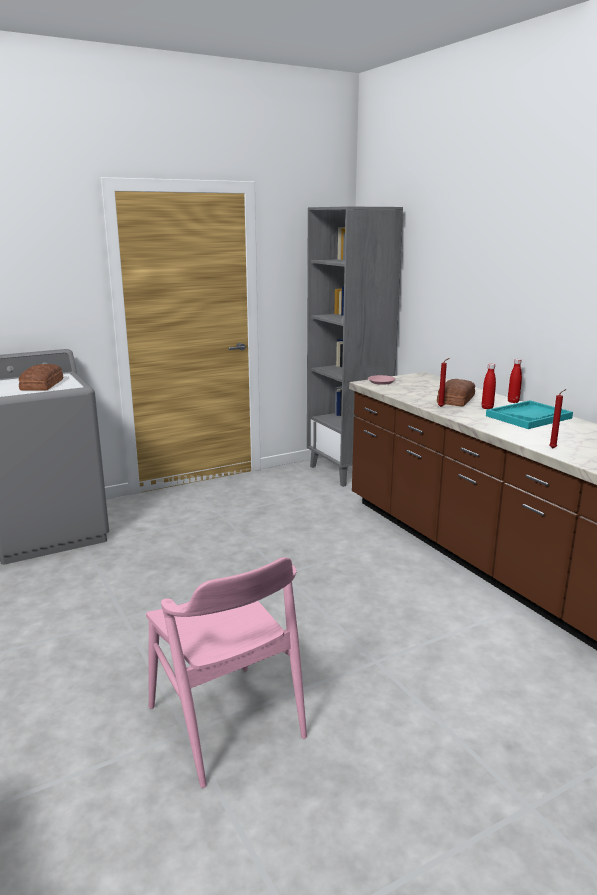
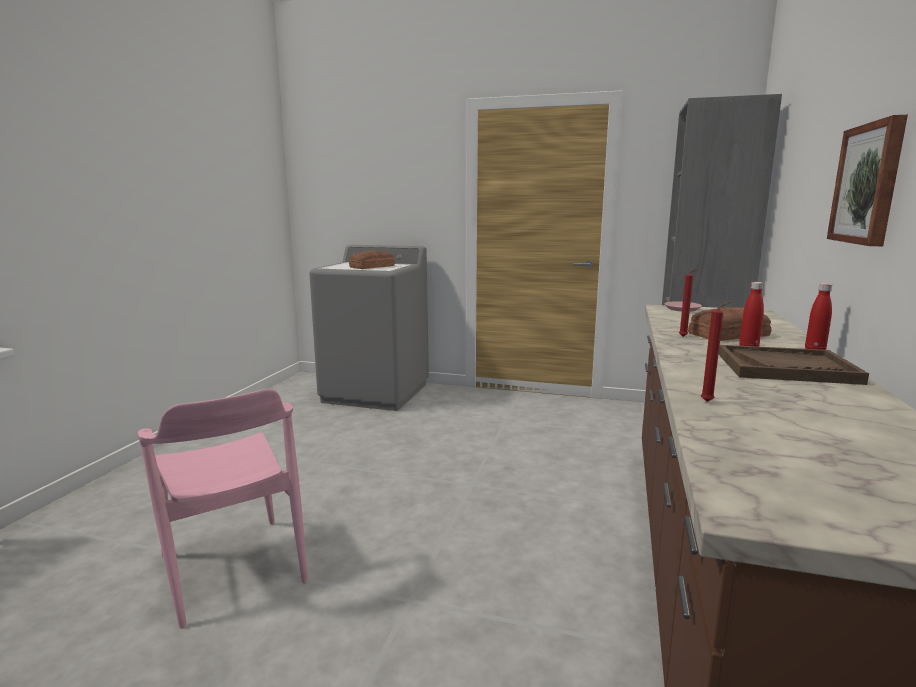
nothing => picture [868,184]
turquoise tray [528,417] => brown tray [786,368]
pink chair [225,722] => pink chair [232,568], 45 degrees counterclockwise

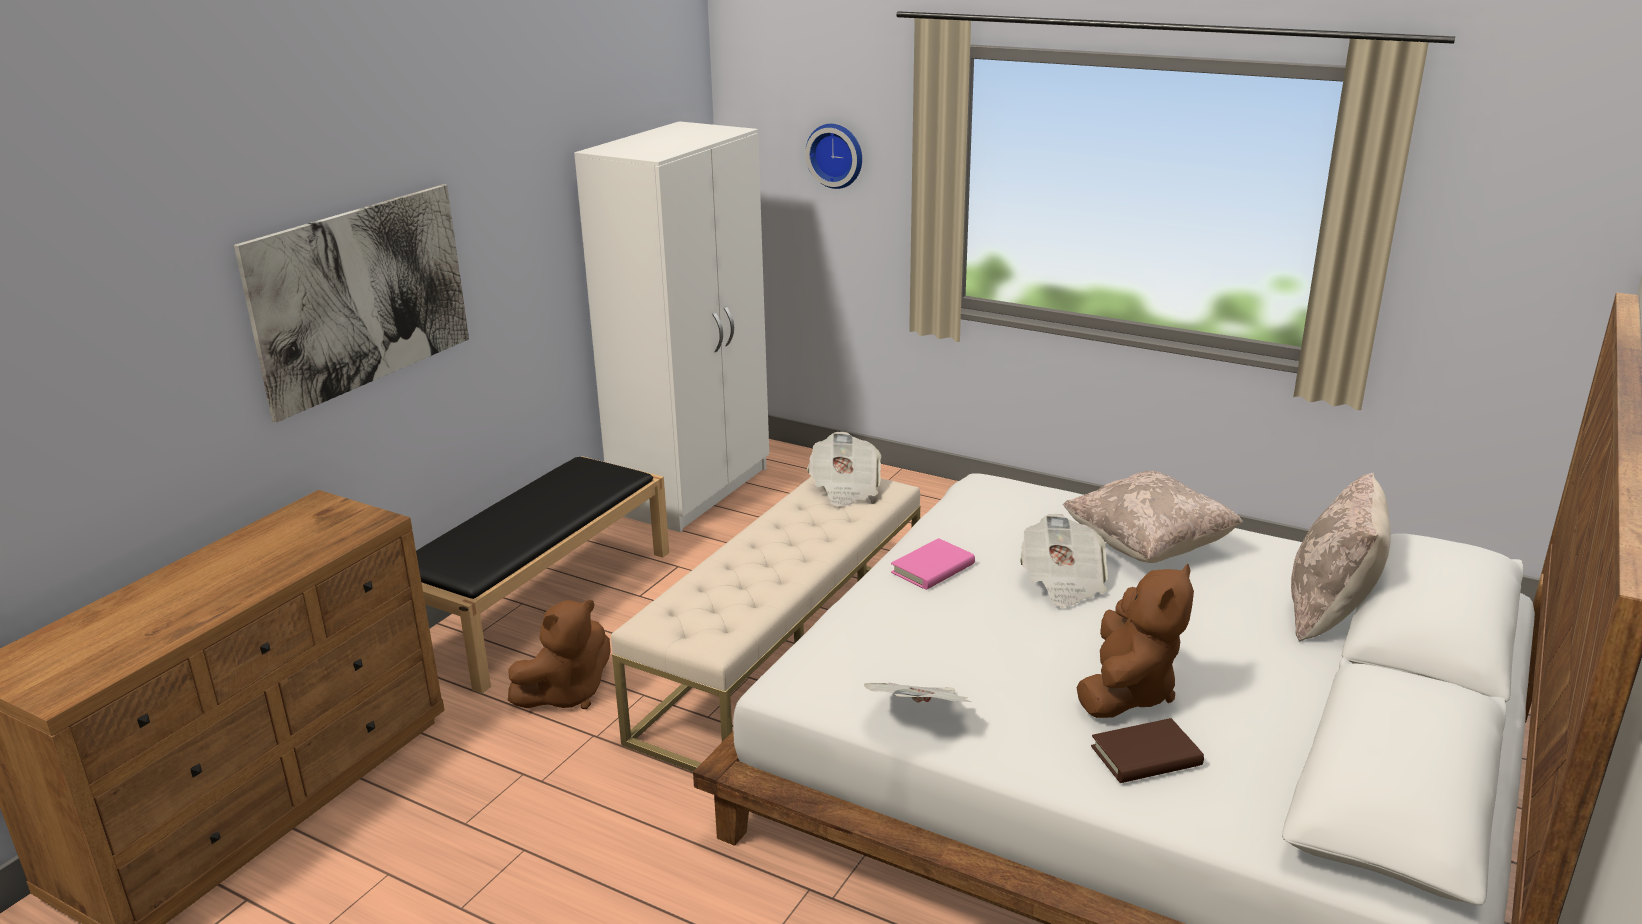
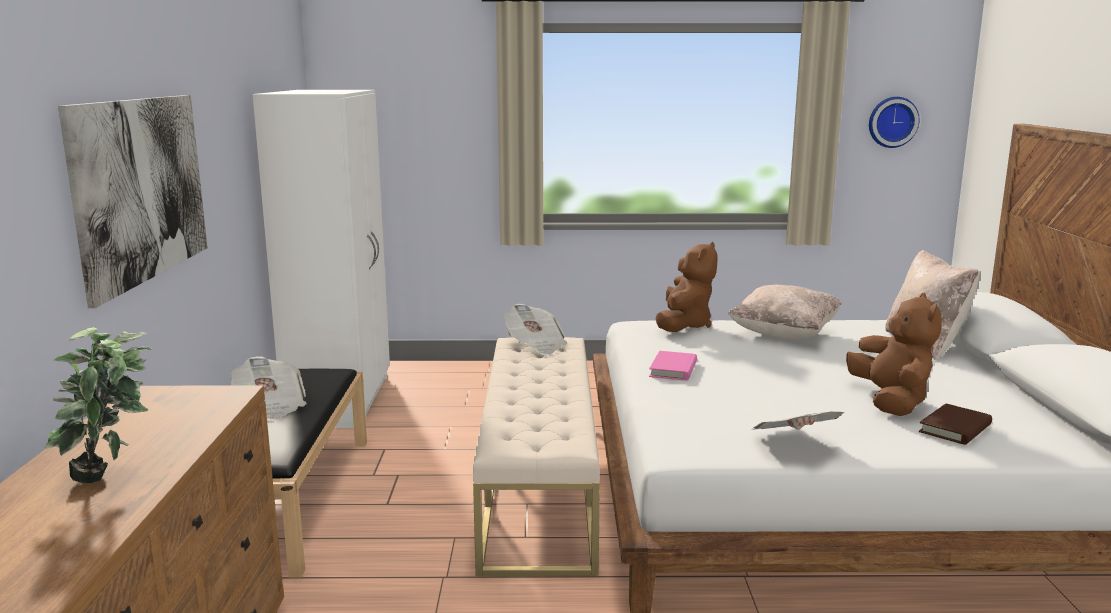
nothing => potted plant [111,478]
brown plush toy [566,694] => brown plush toy [684,325], shifted
wall clock [836,155] => wall clock [892,122], shifted
newspaper [1062,582] => newspaper [270,407], shifted

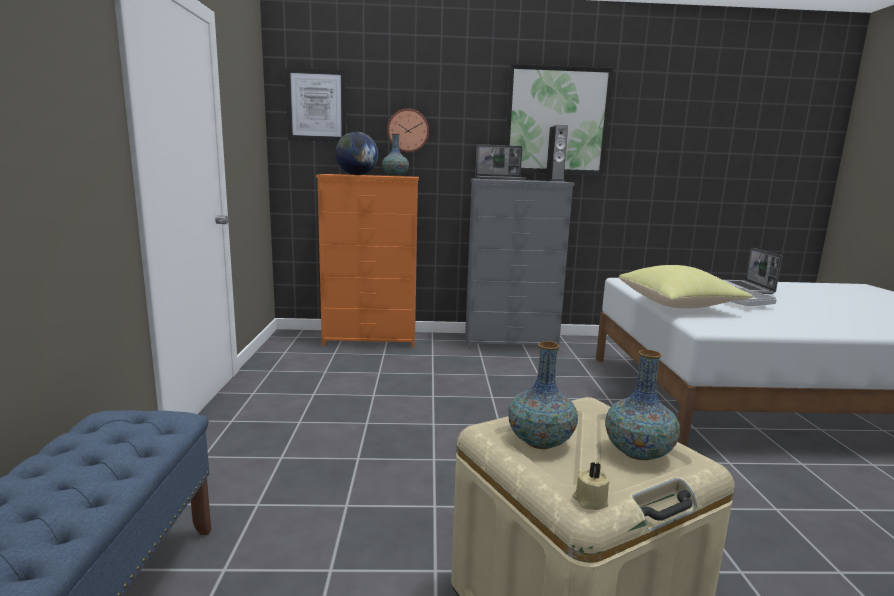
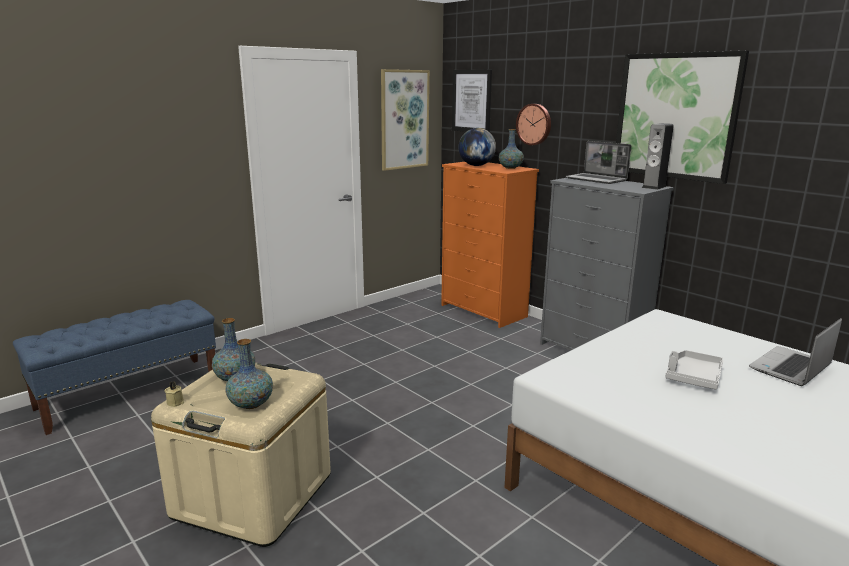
yellow pillow [679,306] => nothing
nothing => picture [404,119]

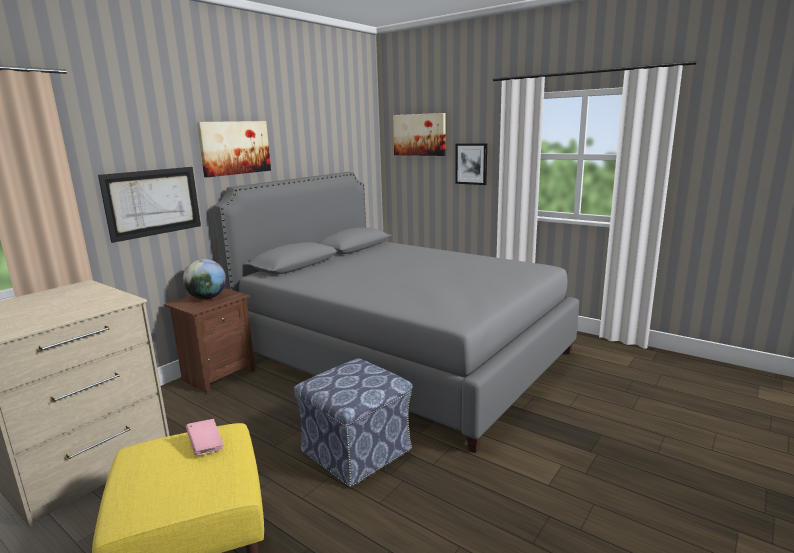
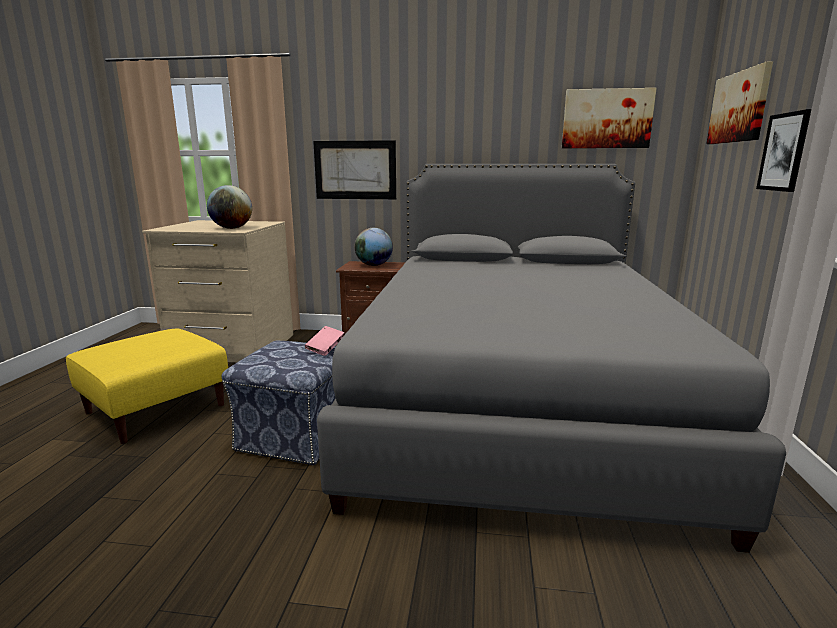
nothing => globe [232,228]
pink book [206,445] => pink book [325,349], shifted
picture [234,147] => picture [607,119], shifted

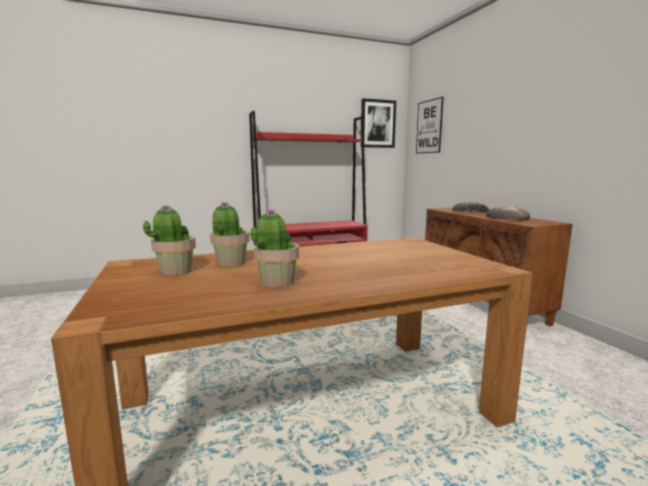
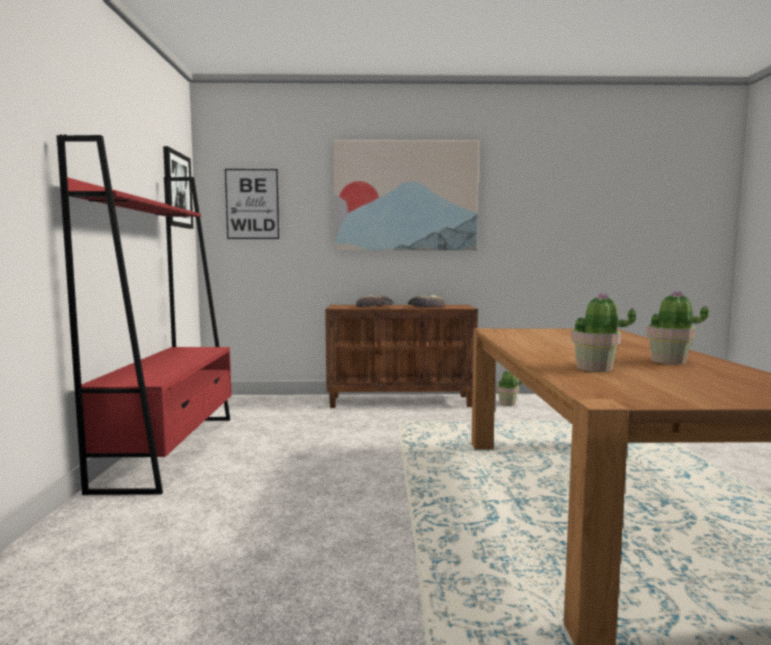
nothing => picture [405,196]
potted plant [175,271] => potted plant [507,403], shifted

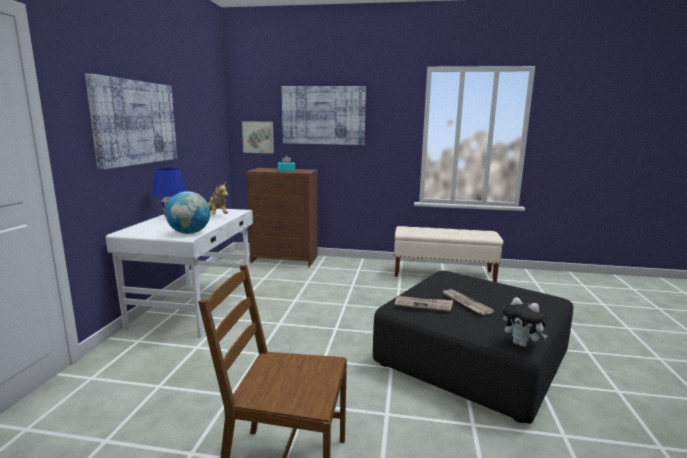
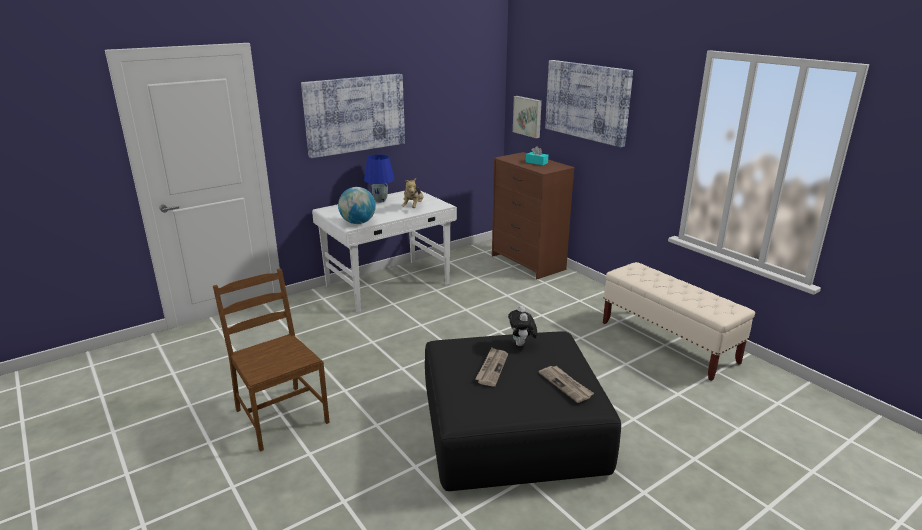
newspaper [423,305] => newspaper [566,385], shifted
plush toy [521,344] => plush toy [522,345], shifted

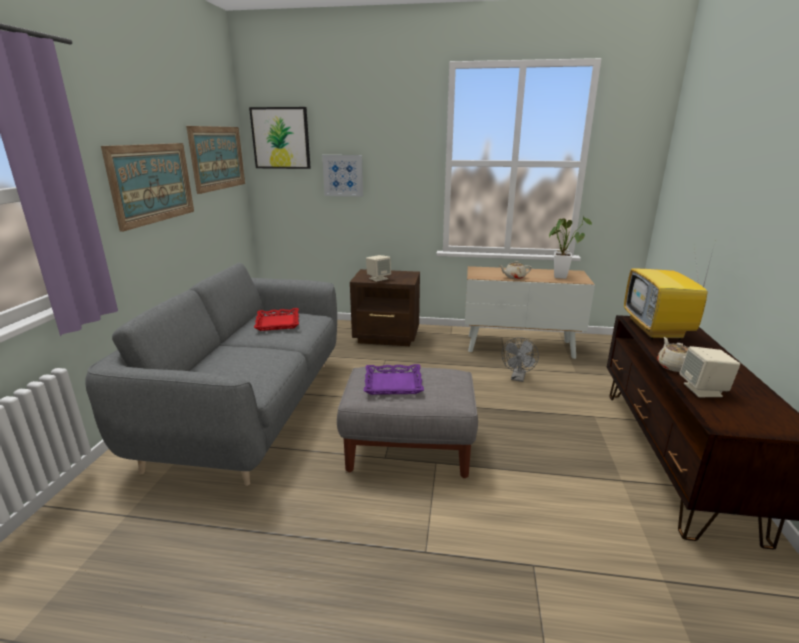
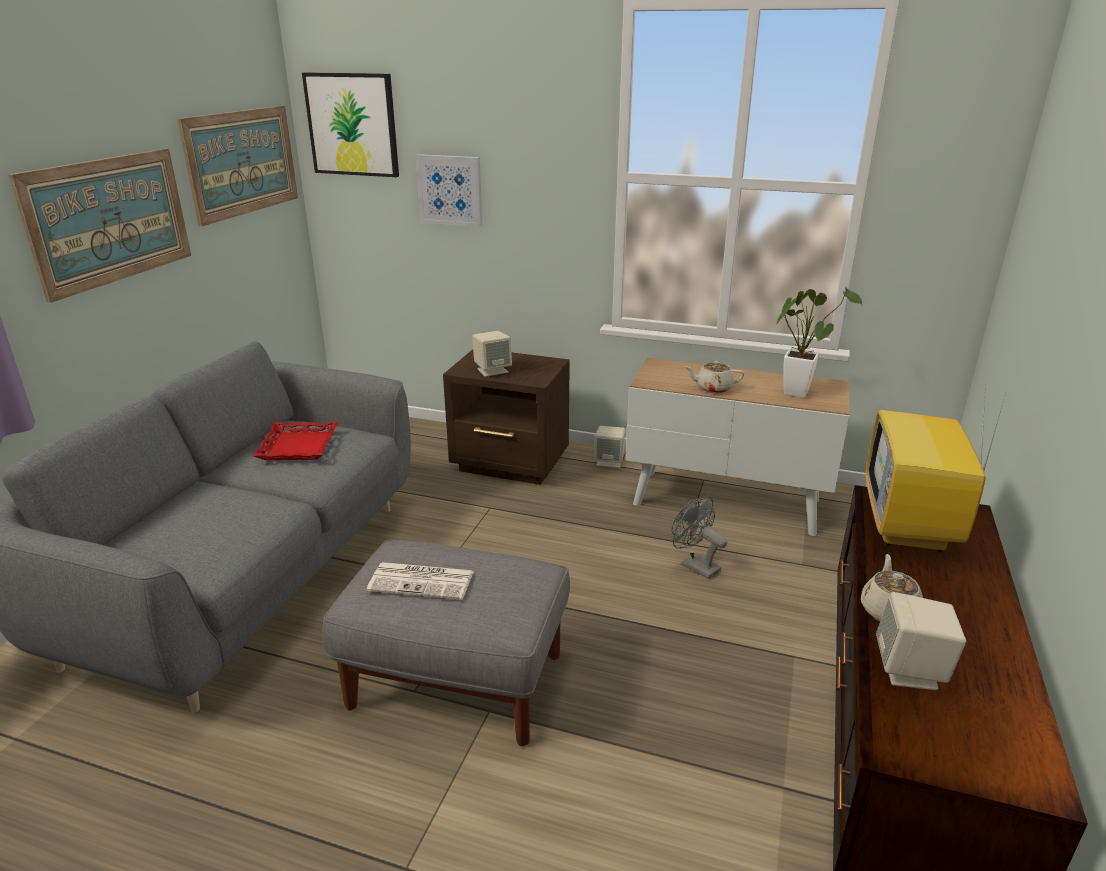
nothing => beige speaker [609,461]
purple tray [393,383] => newspaper [423,581]
grey fan [518,378] => grey fan [695,565], 105 degrees clockwise

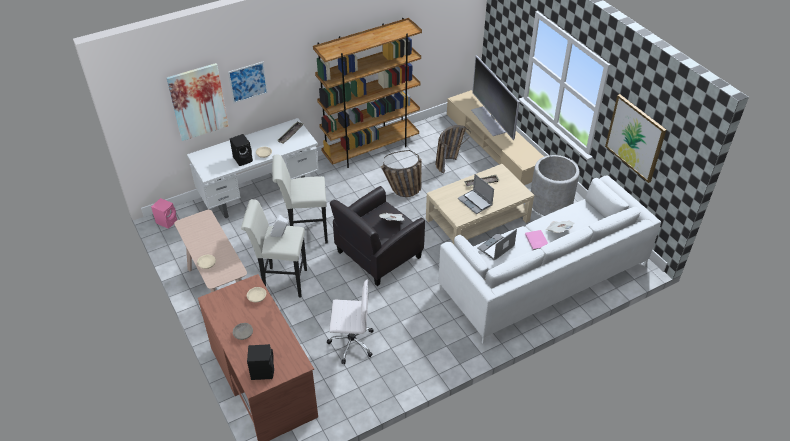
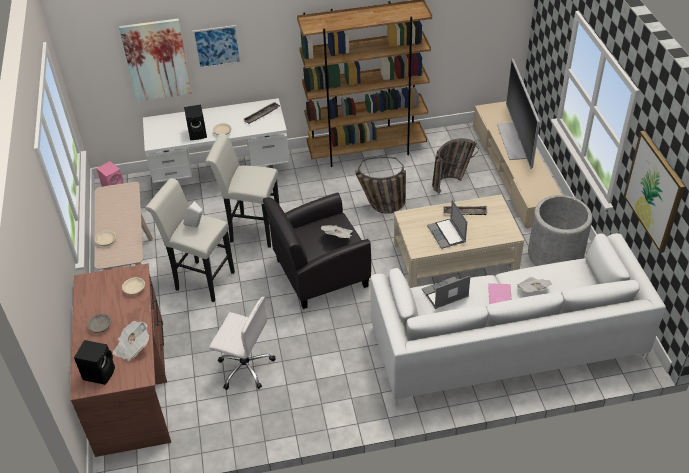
nothing => newspaper [132,347]

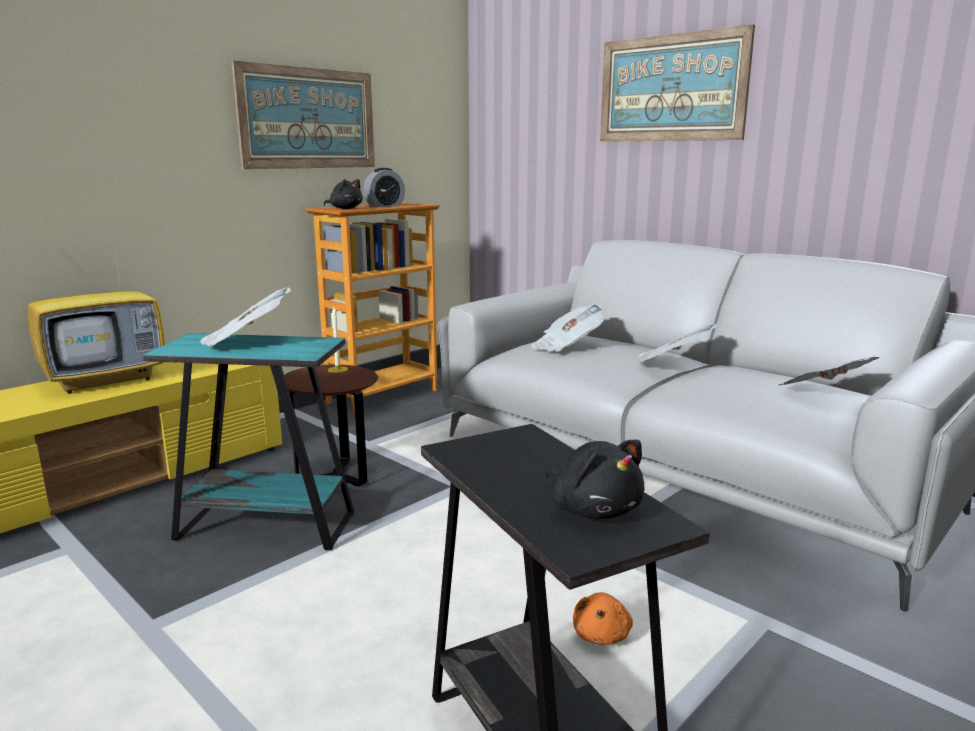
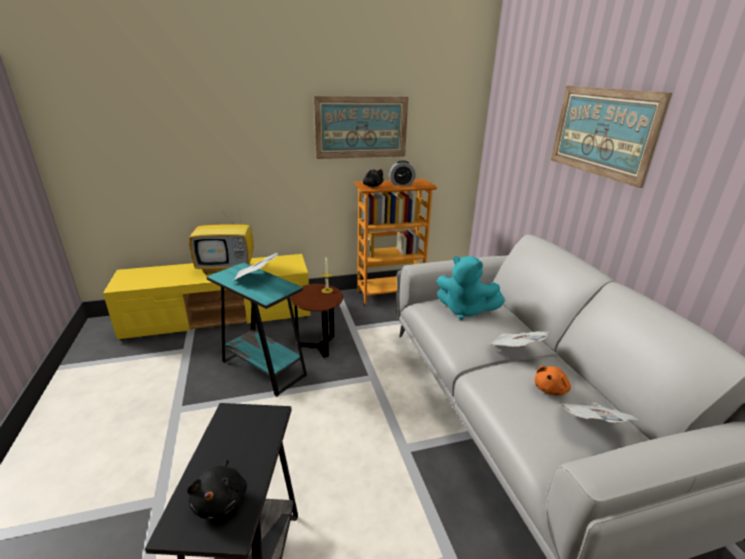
orange plush toy [601,635] => orange plush toy [551,389], shifted
newspaper [567,347] => turquoise plush toy [464,310]

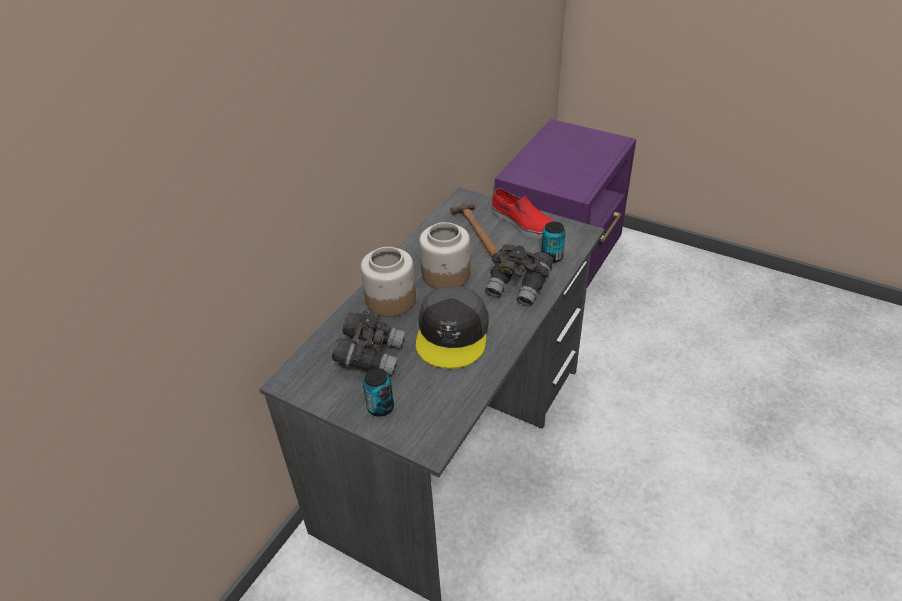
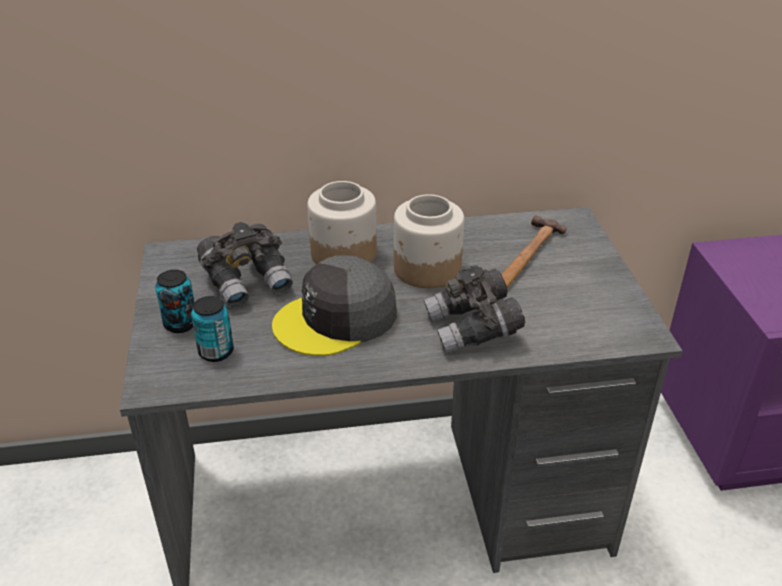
red shoe [523,223] => nothing
can [552,257] => can [216,352], shifted

